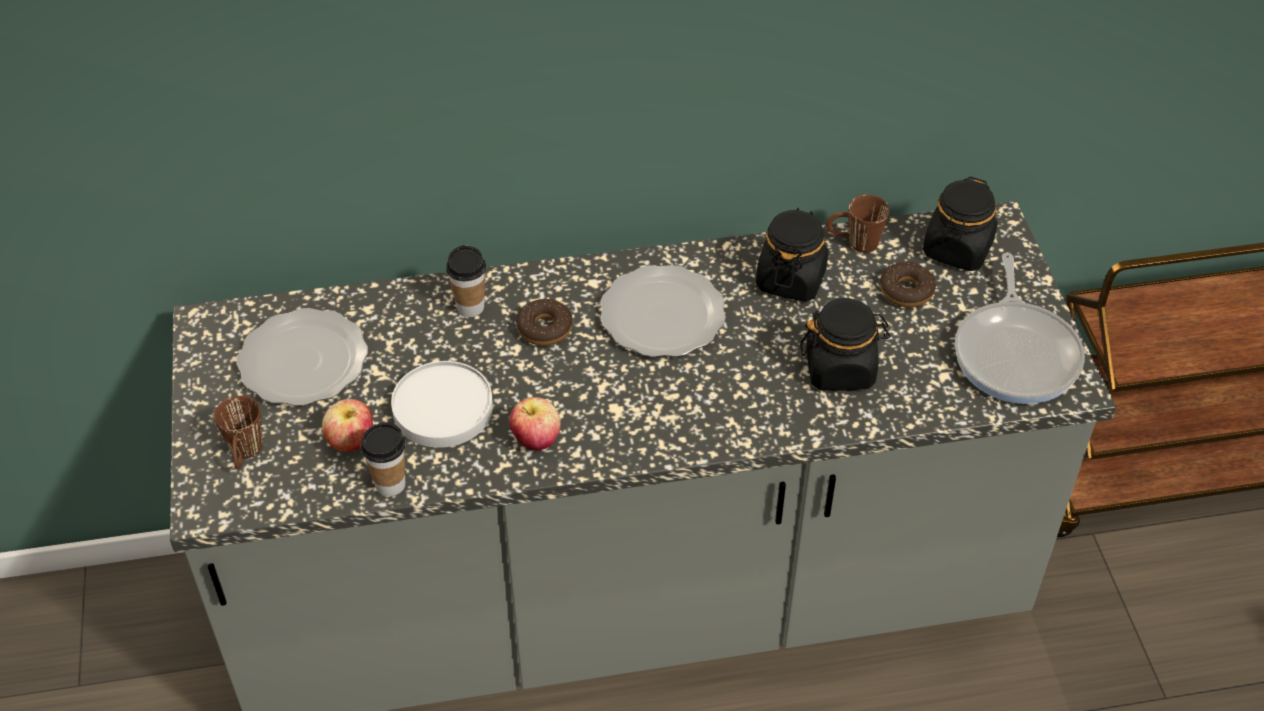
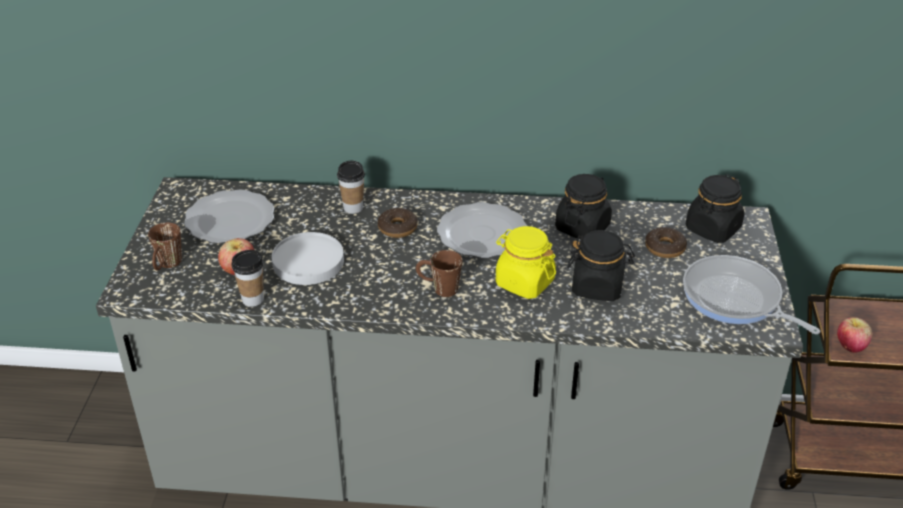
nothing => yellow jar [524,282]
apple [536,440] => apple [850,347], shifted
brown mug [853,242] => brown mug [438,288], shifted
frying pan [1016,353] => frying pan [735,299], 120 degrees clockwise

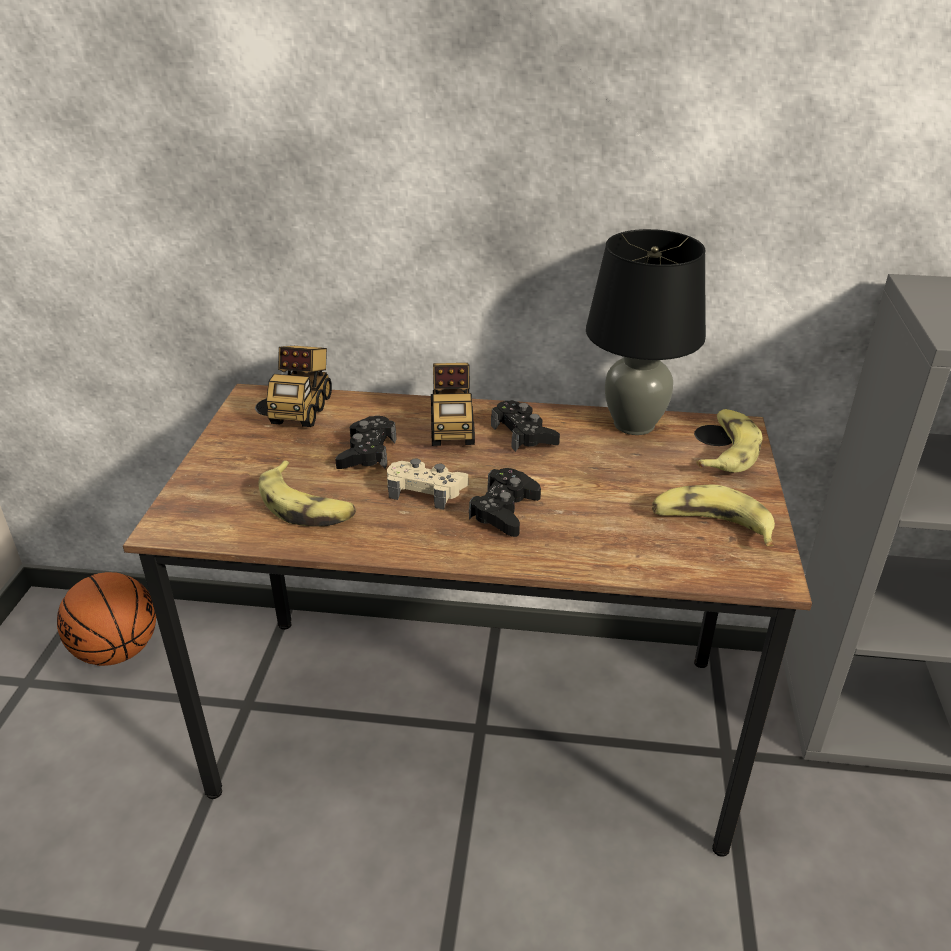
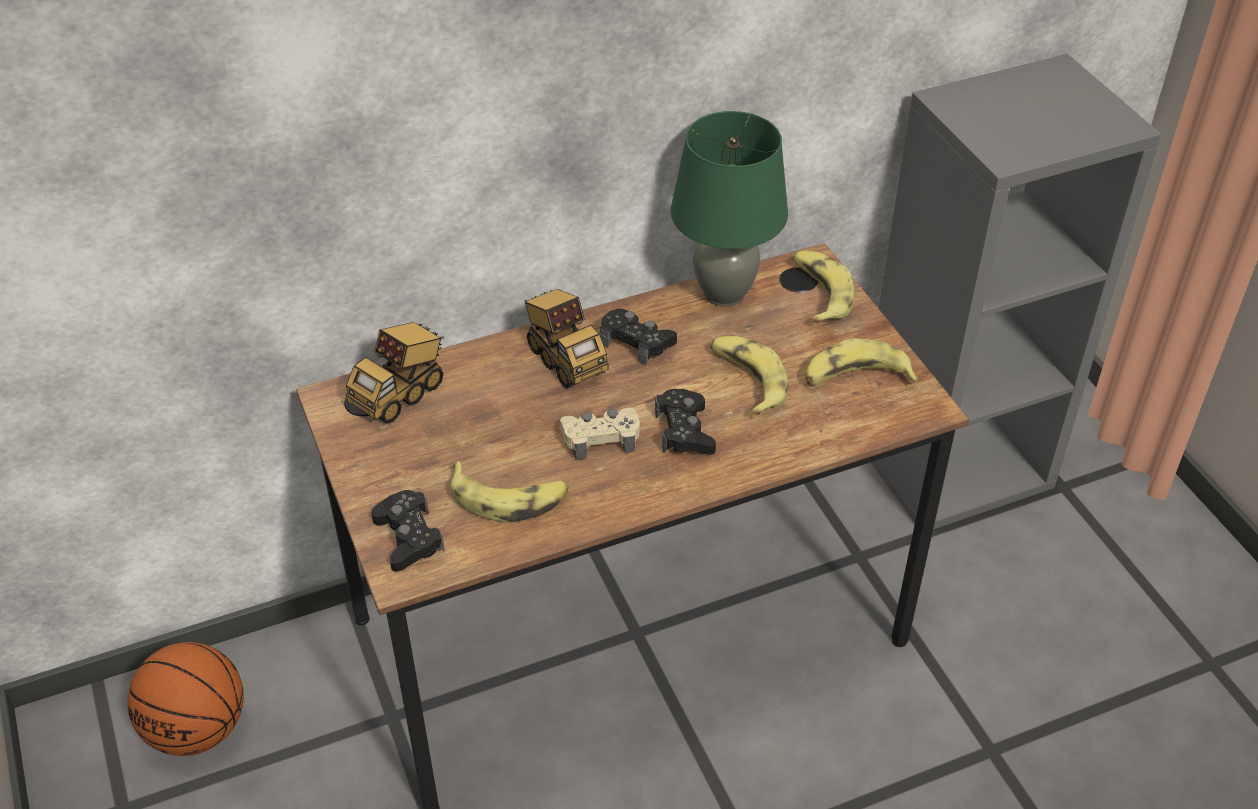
nothing => banana [747,380]
black game controller [367,452] => black game controller [408,537], shifted
black table lamp [633,424] => green table lamp [723,293]
toy truck [303,409] => toy truck [401,393], 60 degrees clockwise

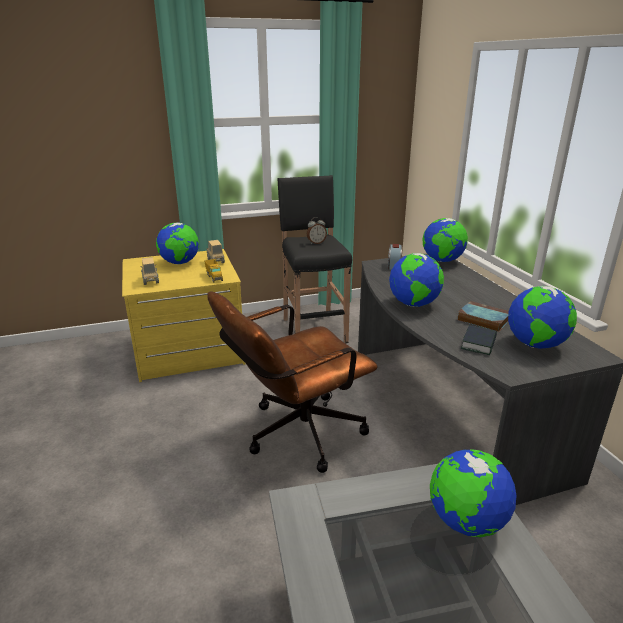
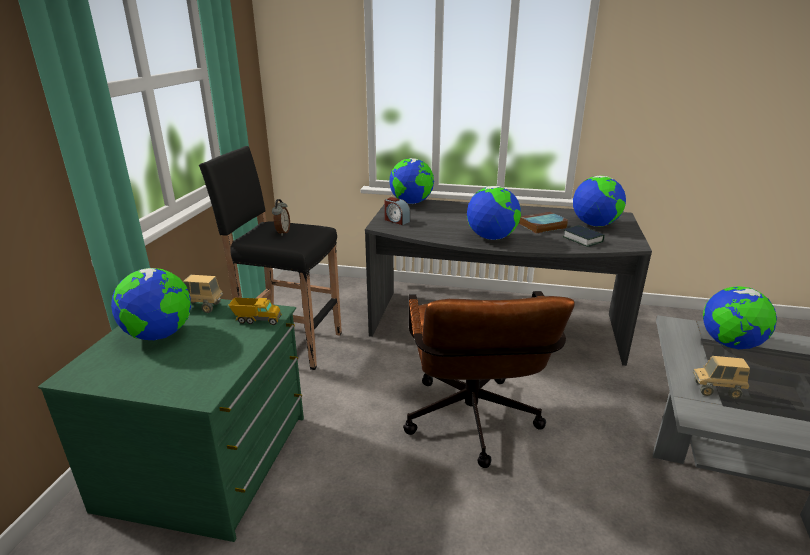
toy truck [150,281] => toy truck [716,390], shifted
yellow dresser [189,351] => green dresser [209,461]

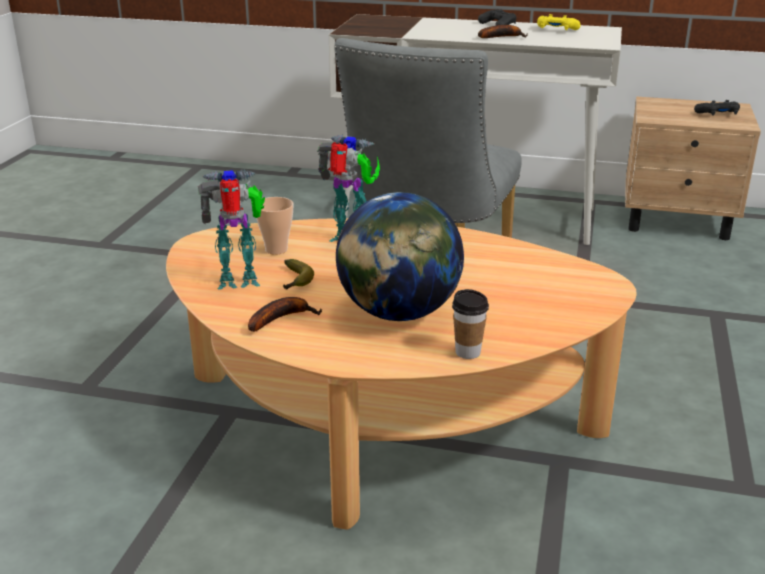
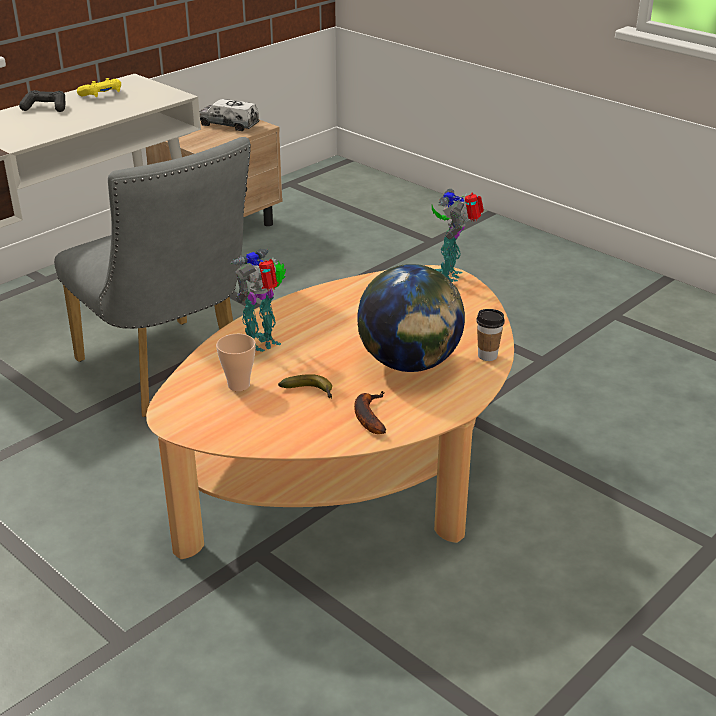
banana [502,37] => nothing
toy robot [240,282] => toy robot [449,277], shifted
black game controller [717,114] => toy truck [229,124]

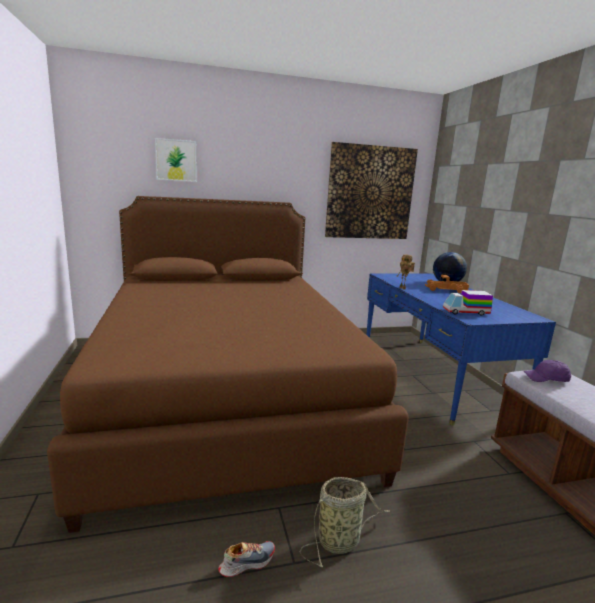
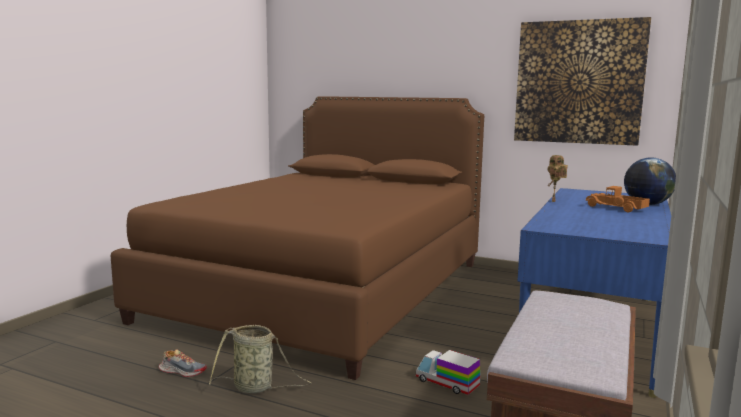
picture [176,160] => nothing
purple cap [547,379] => nothing
toy truck [465,312] => toy truck [447,383], shifted

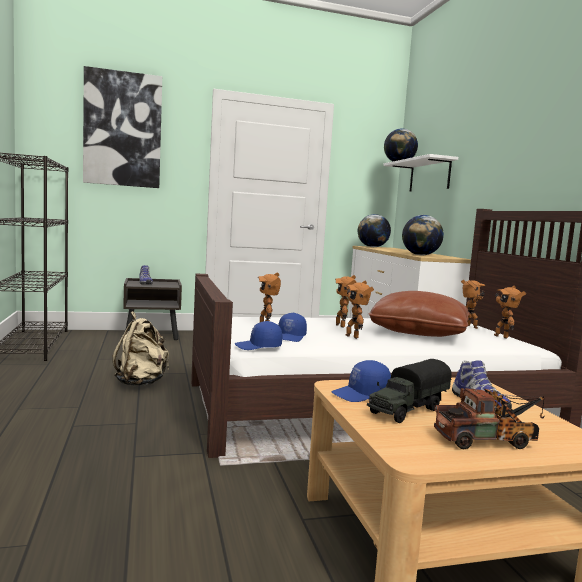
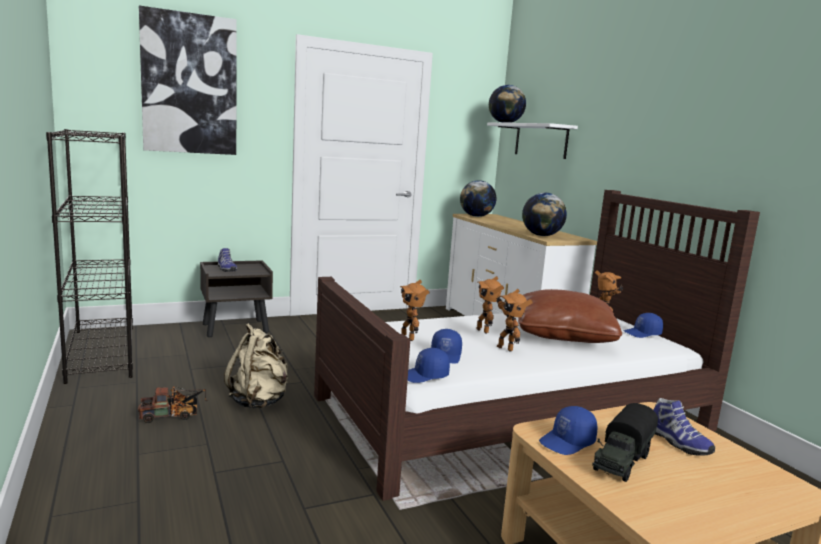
toy truck [490,440] => toy truck [173,416], shifted
toy robot [502,336] => blue cap [642,334]

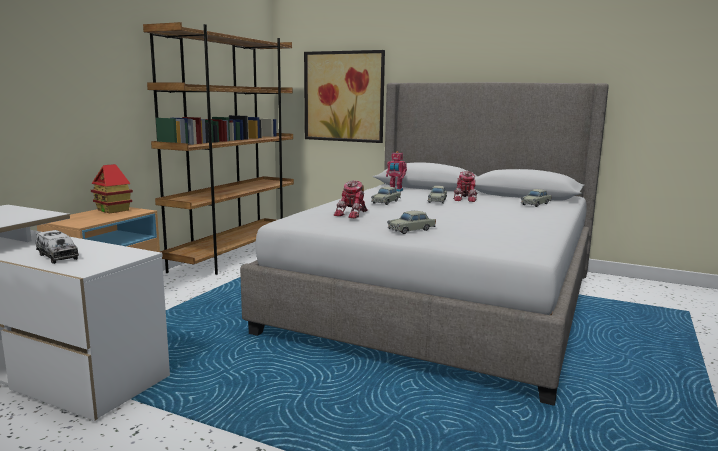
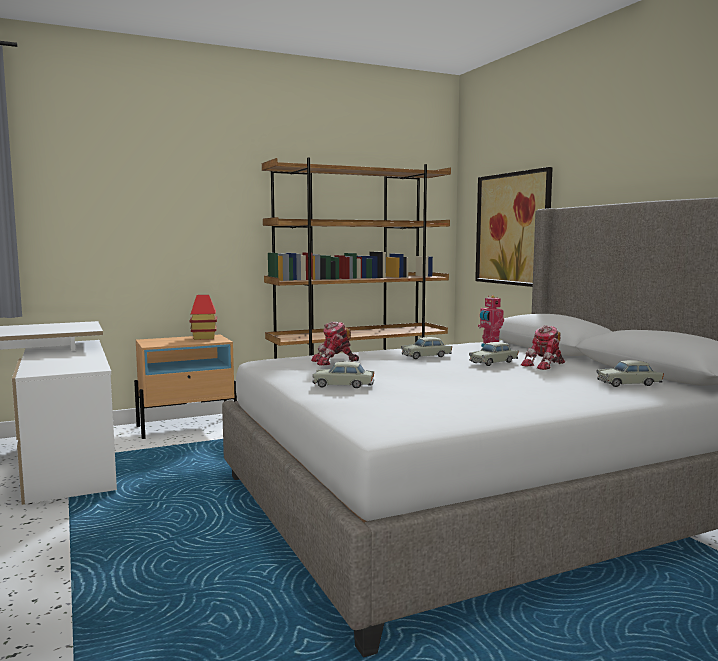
toy truck [57,256] => nothing

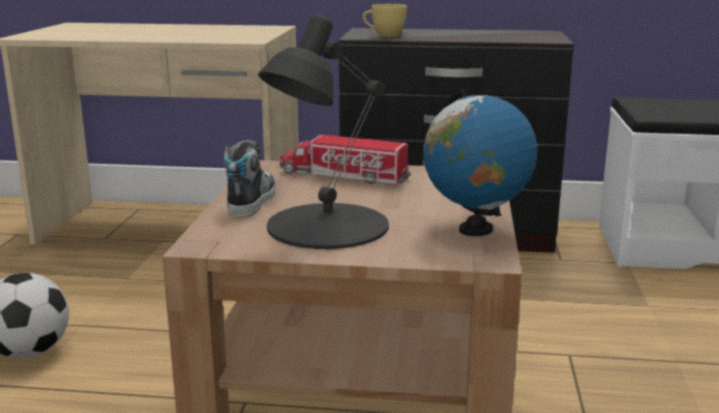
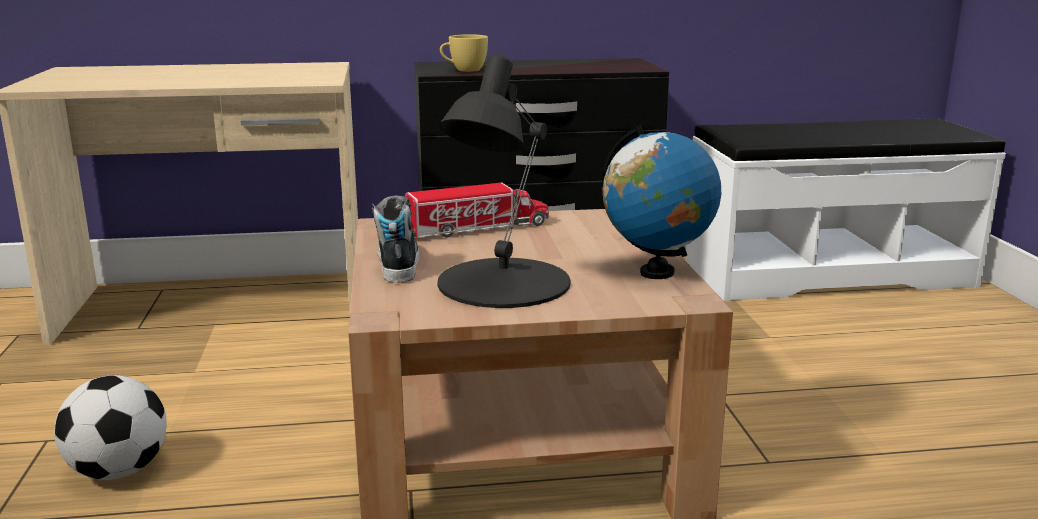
toy truck [343,176] => toy truck [477,228], 150 degrees clockwise

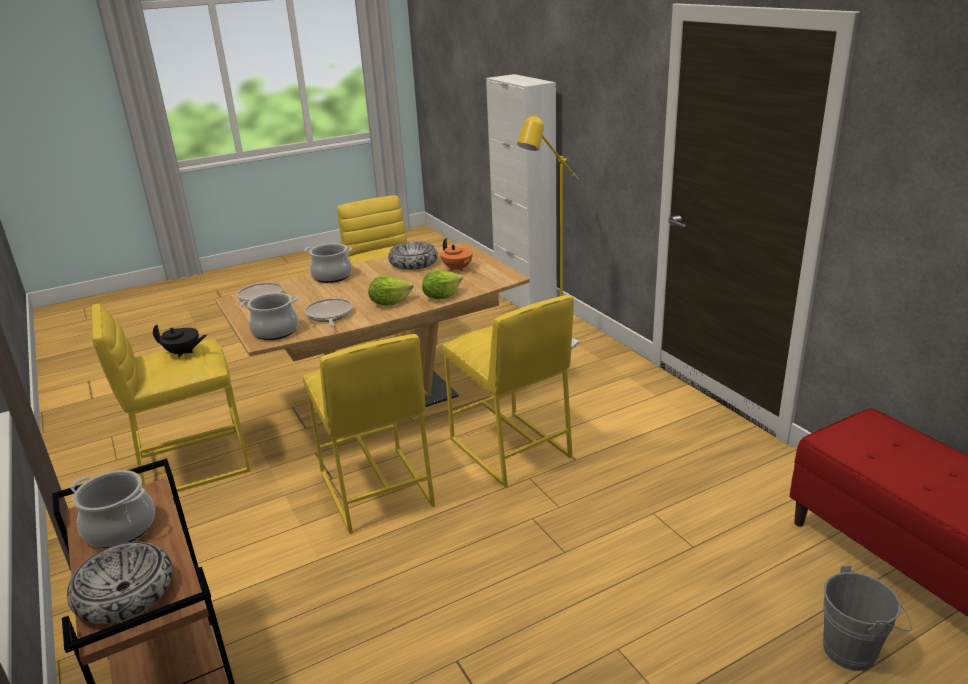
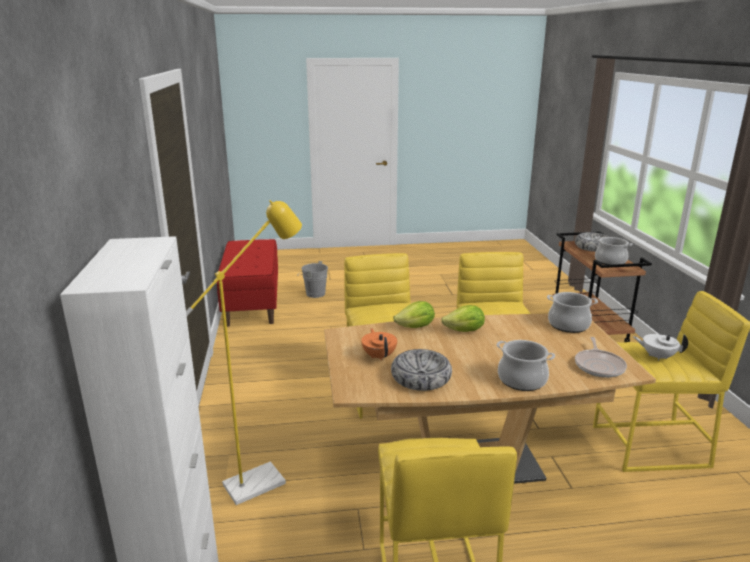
frying pan [329,315] => nothing
black teapot [183,353] => white teapot [657,356]

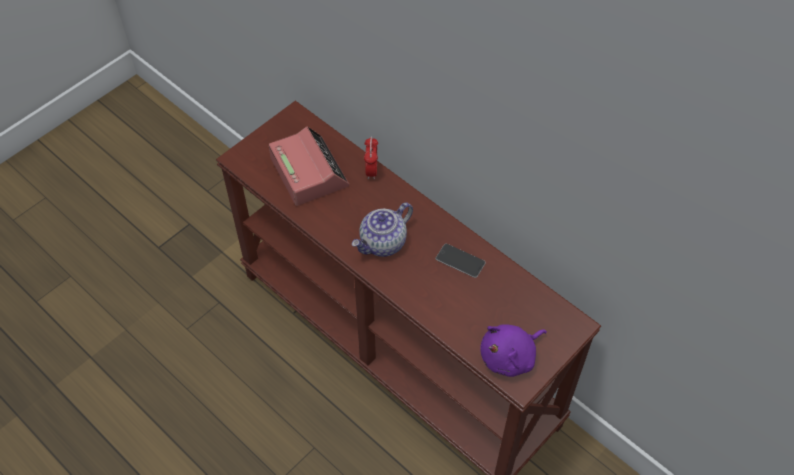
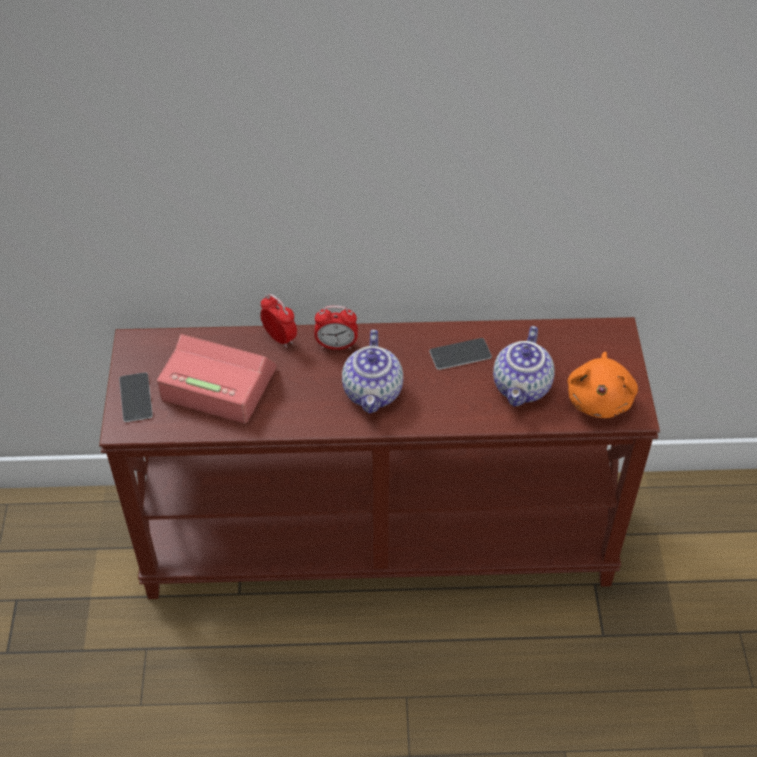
nothing => phone [135,397]
nothing => alarm clock [336,345]
nothing => teapot [523,388]
purple plush toy [510,357] => orange plush toy [599,399]

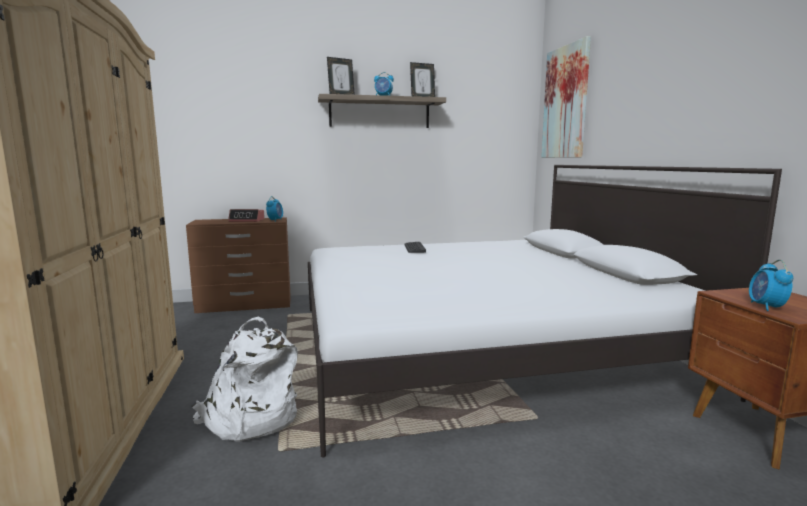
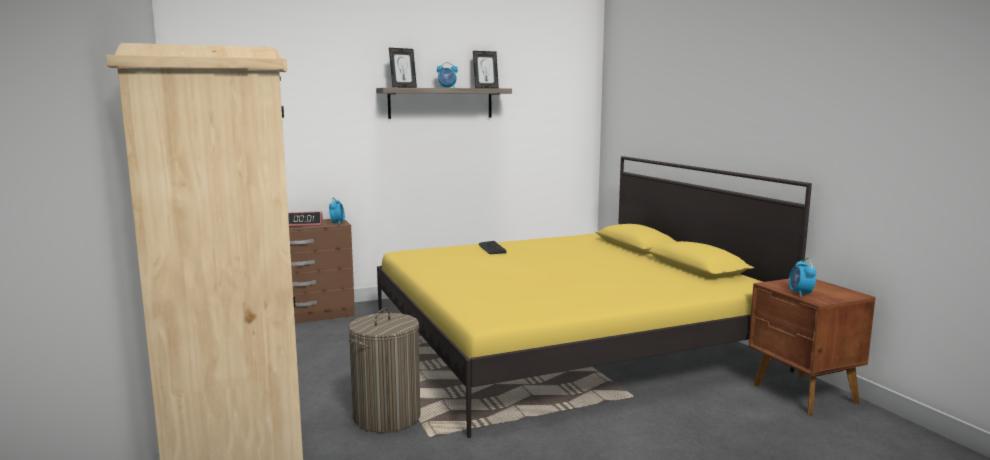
picture [565,102] => nothing
white backpack [250,418] => laundry basket [387,416]
white bed [478,345] => yellow bed [564,342]

